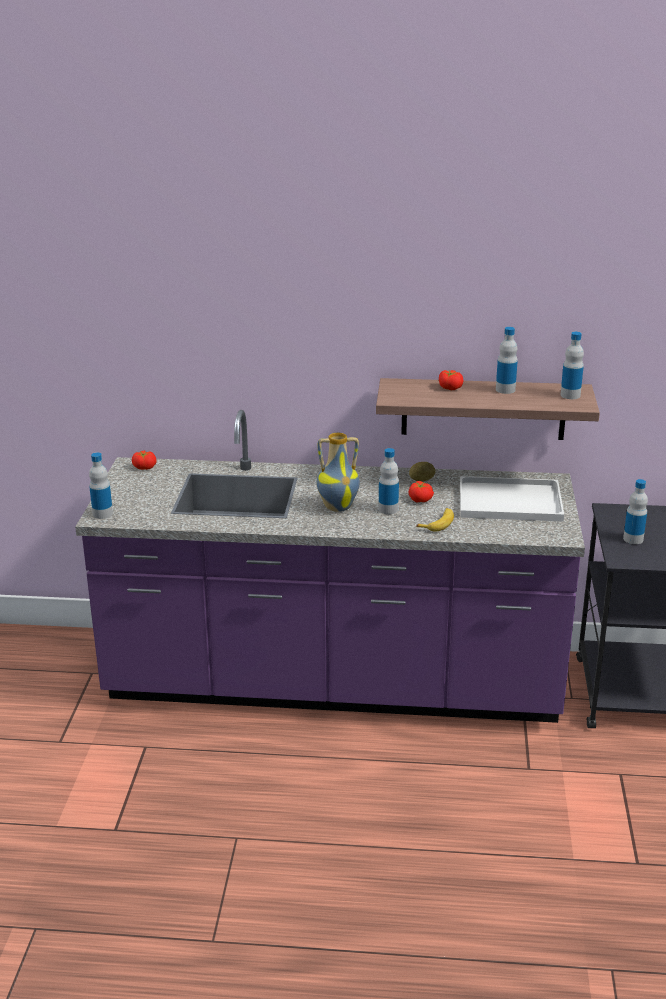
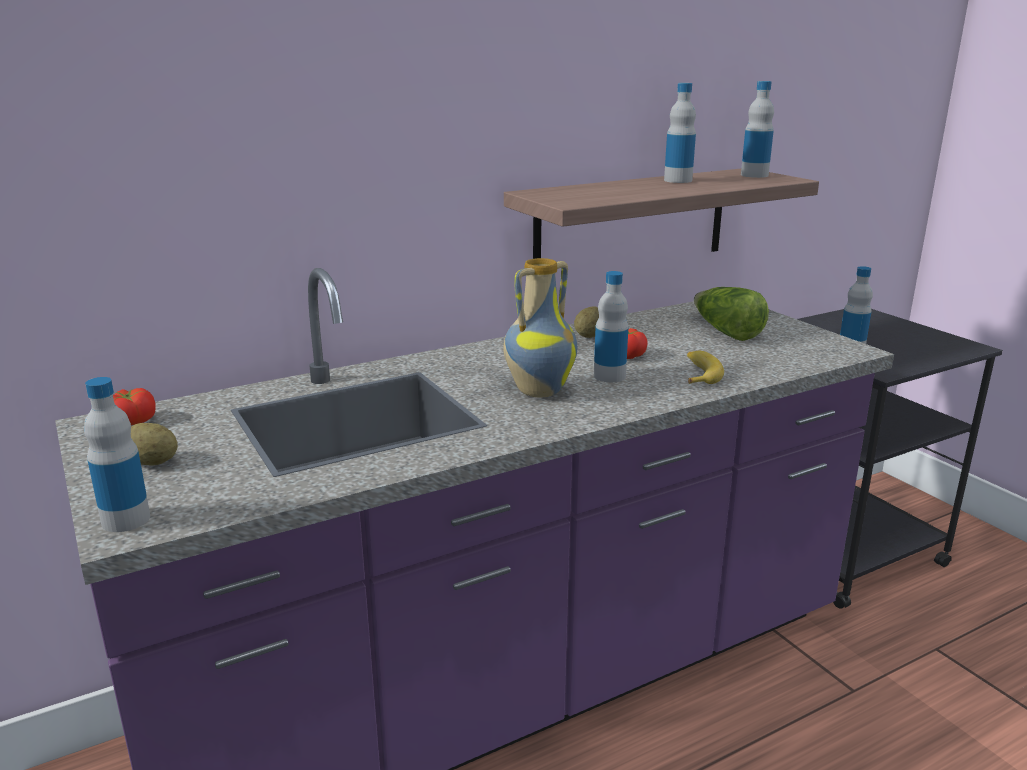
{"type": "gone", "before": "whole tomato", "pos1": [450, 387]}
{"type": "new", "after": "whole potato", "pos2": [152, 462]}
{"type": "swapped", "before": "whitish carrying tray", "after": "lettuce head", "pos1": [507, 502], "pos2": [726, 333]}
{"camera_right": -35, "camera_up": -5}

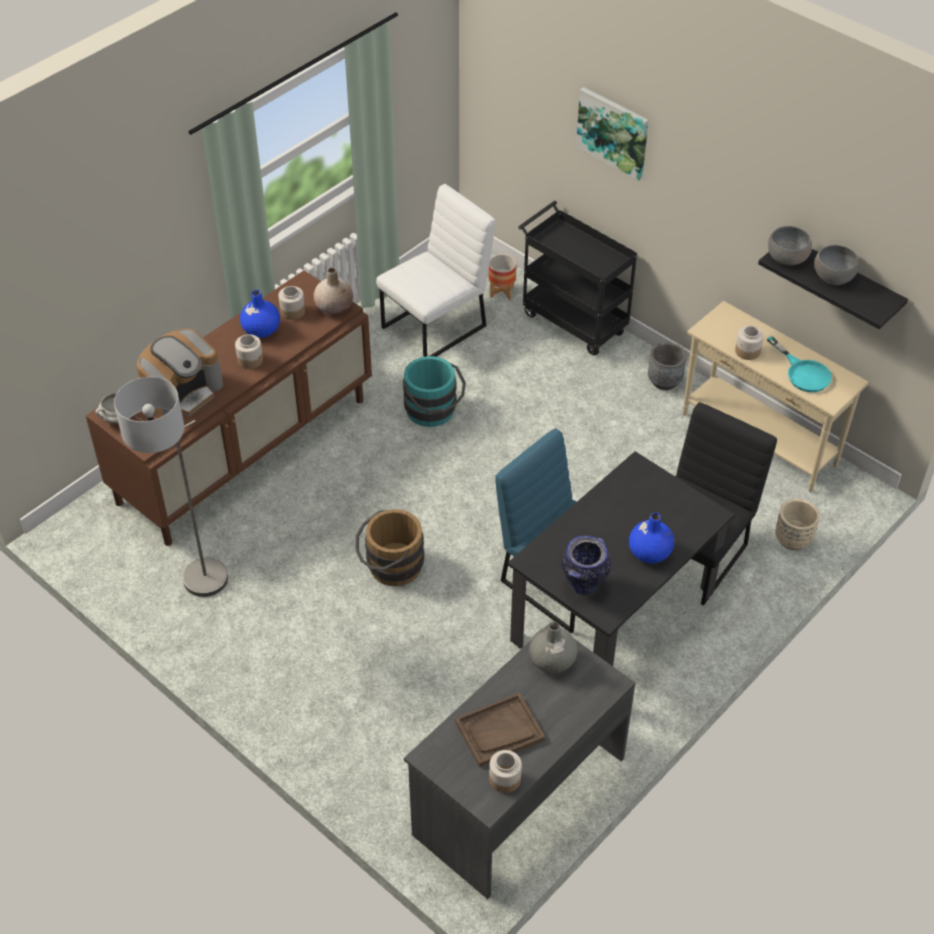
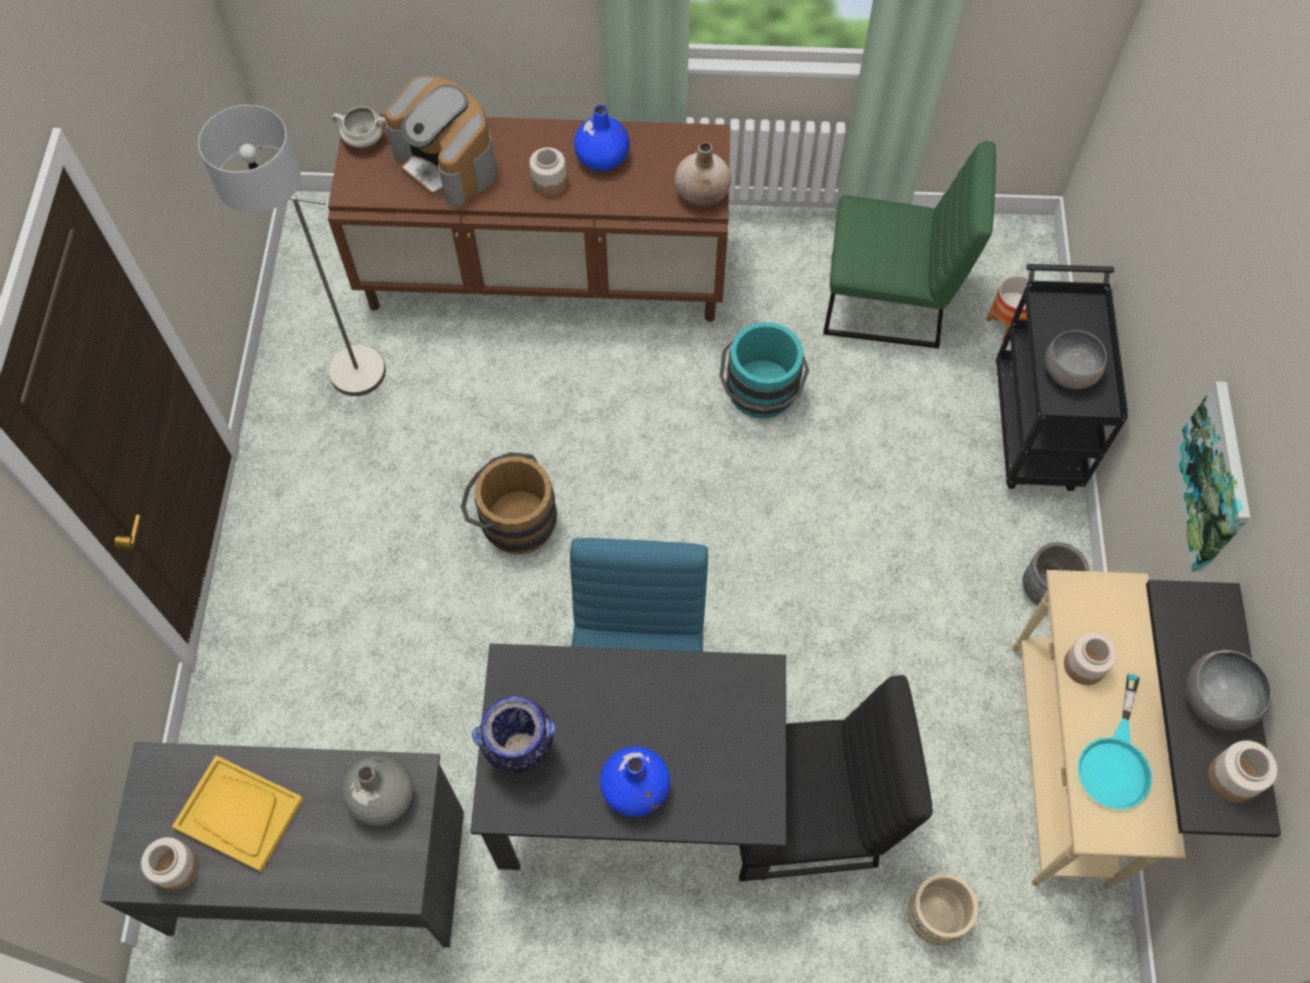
{"type": "shifted", "before": "storage jar", "pos1": [292, 311], "pos2": [1232, 778]}
{"type": "shifted", "before": "wall art", "pos1": [613, 132], "pos2": [1215, 478]}
{"type": "shifted", "before": "greyish serving bowl", "pos1": [787, 258], "pos2": [1069, 372]}
{"type": "repainted", "before": "whitish upright chair", "after": "green-coloured upright chair", "pos1": [437, 325], "pos2": [888, 303]}
{"type": "repainted", "before": "brown-coloured carrying tray", "after": "yellow carrying tray", "pos1": [499, 731], "pos2": [239, 814]}
{"type": "rotated", "before": "coffee brewer", "pos1": [182, 393], "pos2": [448, 163], "turn": 45}
{"camera_right": 50, "camera_up": 15}

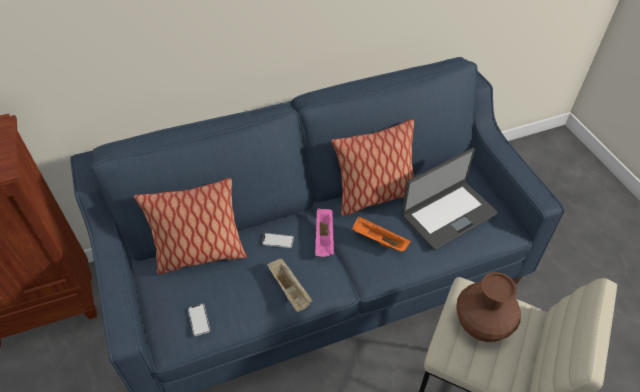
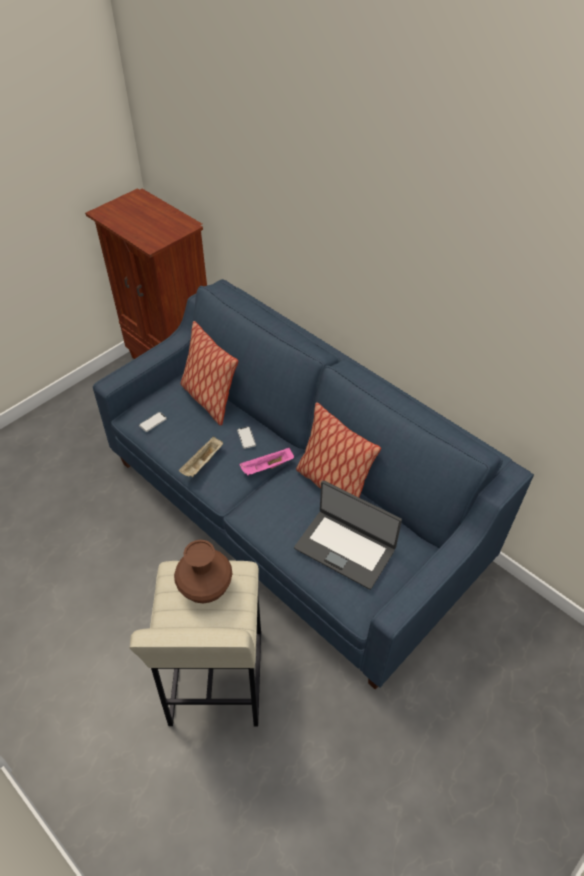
{"type": "gone", "before": "orangey carrying tray", "pos1": [378, 240]}
{"camera_right": 65, "camera_up": 0}

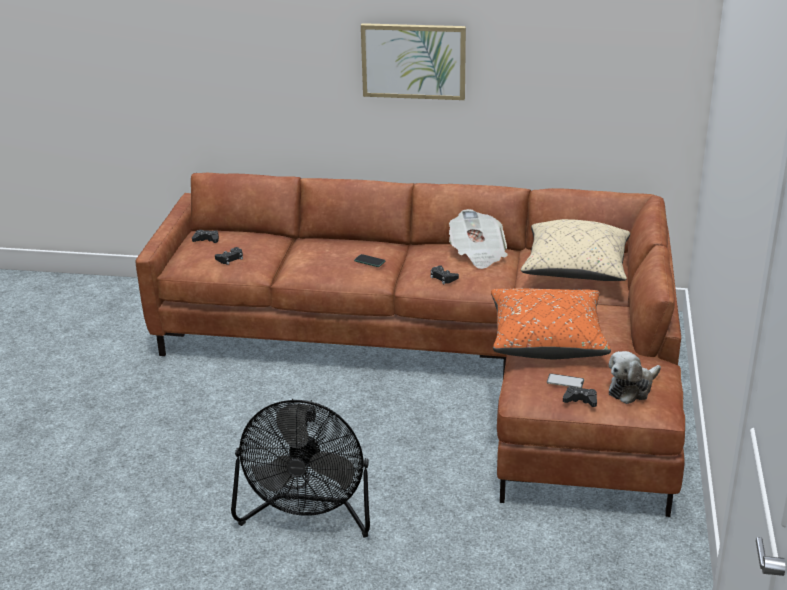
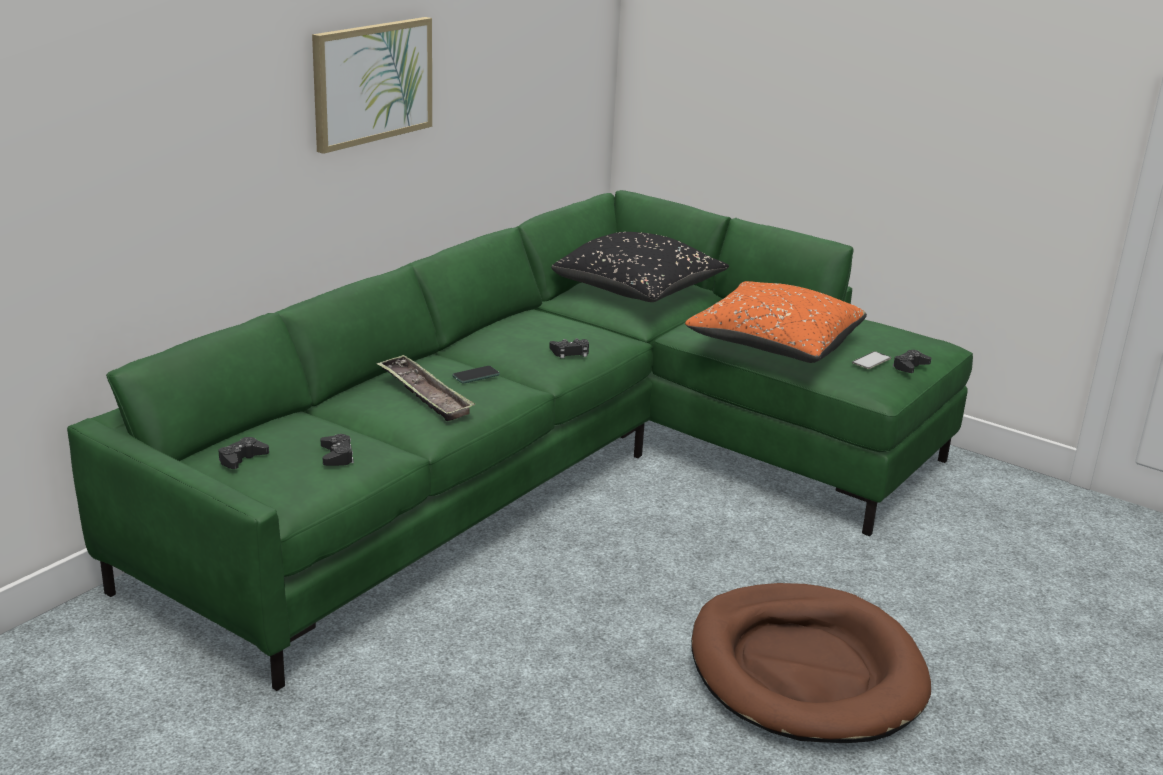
{"type": "gone", "before": "printed paper", "pos1": [477, 254]}
{"type": "gone", "before": "soft toy", "pos1": [632, 388]}
{"type": "new", "after": "carrying tray", "pos2": [424, 394]}
{"type": "swapped", "before": "black cooling fan", "after": "brown-coloured pet bed", "pos1": [304, 512], "pos2": [805, 670]}
{"type": "repainted", "before": "brown-coloured settee", "after": "green-coloured settee", "pos1": [447, 360], "pos2": [557, 475]}
{"type": "repainted", "before": "sand-coloured cushion", "after": "black cushion", "pos1": [575, 269], "pos2": [638, 291]}
{"camera_right": -65, "camera_up": -5}

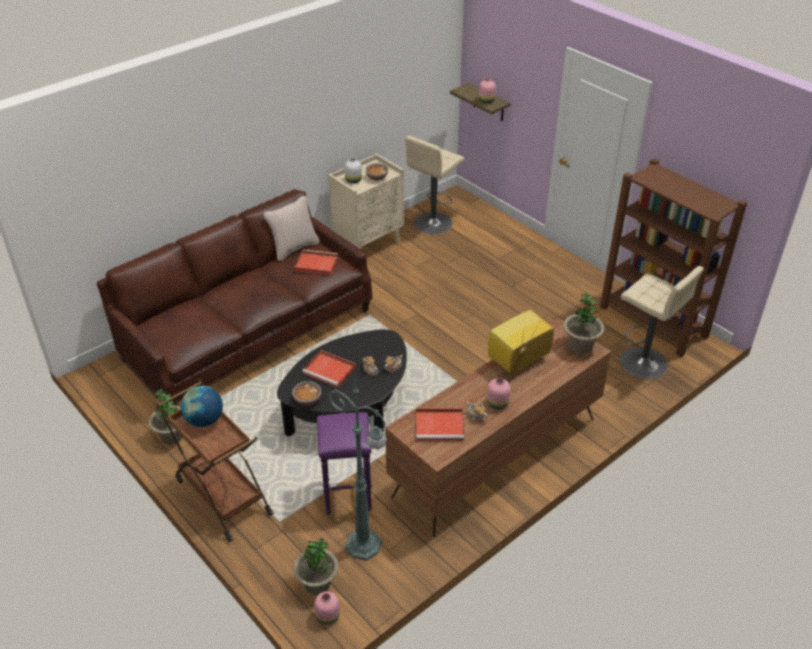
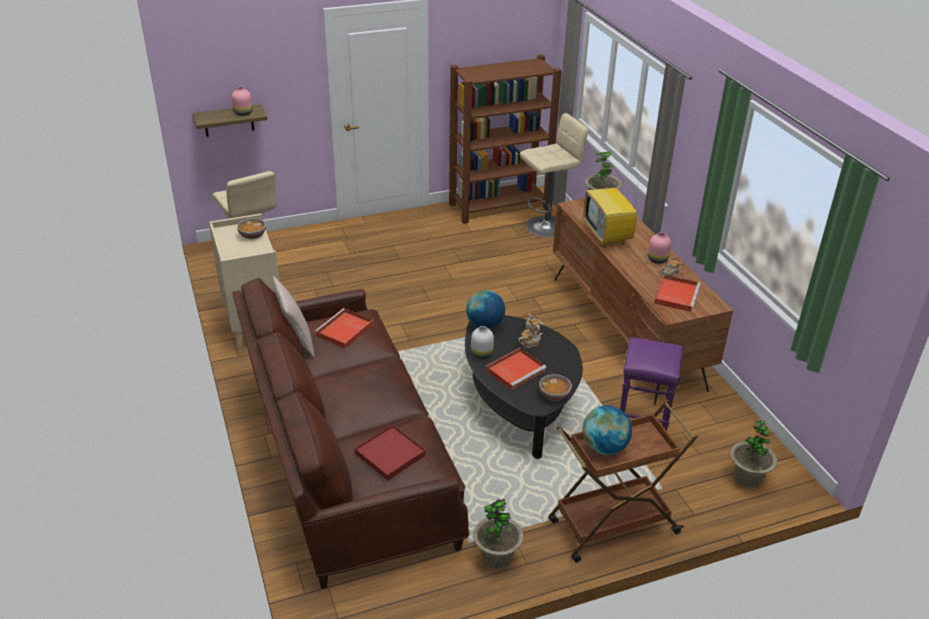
{"type": "gone", "before": "pinkish vase", "pos1": [327, 616]}
{"type": "gone", "before": "green-coloured standard lamp", "pos1": [365, 546]}
{"type": "new", "after": "reddish carrying tray", "pos2": [390, 454]}
{"type": "new", "after": "world globe", "pos2": [485, 325]}
{"type": "shifted", "before": "whitish vase", "pos1": [354, 180], "pos2": [481, 353]}
{"camera_right": -70, "camera_up": -5}

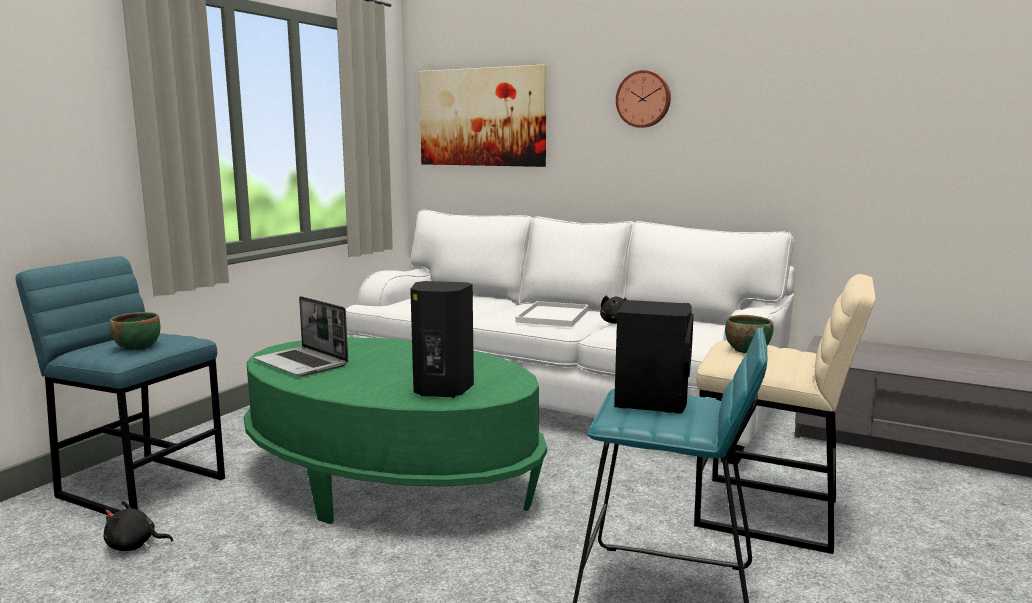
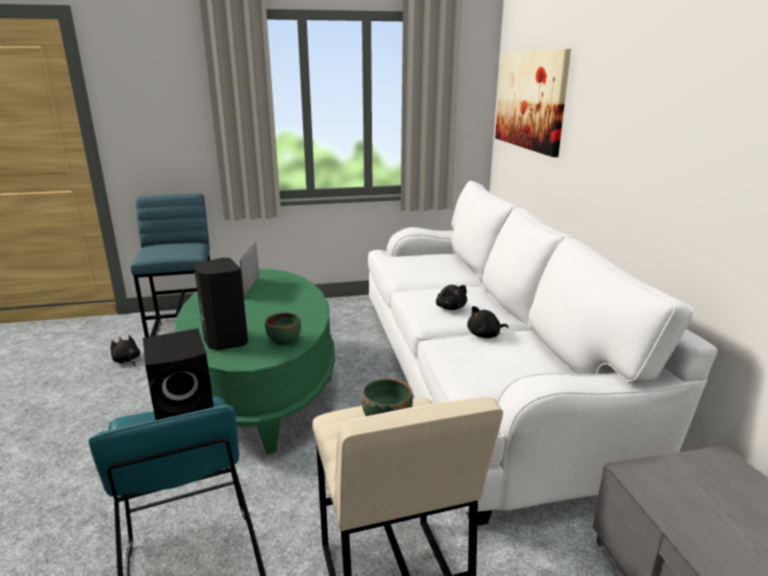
{"type": "gone", "before": "hanging clock", "pos1": [644, 99]}
{"type": "shifted", "before": "green-coloured serving bowl", "pos1": [138, 346], "pos2": [284, 340]}
{"type": "swapped", "before": "whitish carrying tray", "after": "black soft toy", "pos1": [552, 315], "pos2": [450, 307]}
{"camera_right": 50, "camera_up": 10}

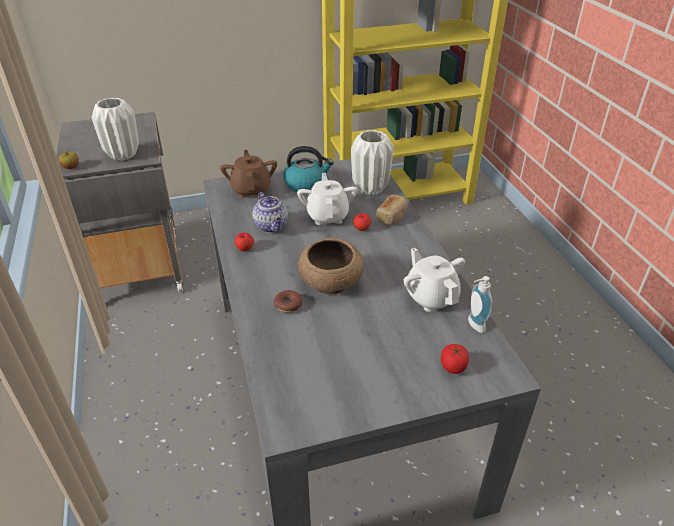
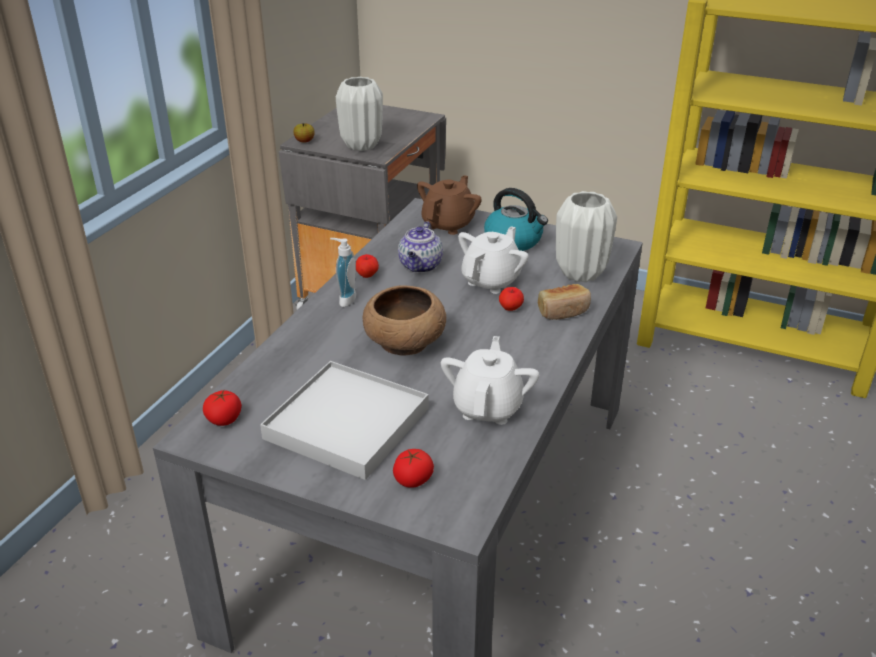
{"type": "gone", "before": "doughnut", "pos1": [288, 305]}
{"type": "new", "after": "whole tomato", "pos2": [224, 419]}
{"type": "new", "after": "whitish carrying tray", "pos2": [347, 424]}
{"type": "shifted", "before": "soap bottle", "pos1": [473, 325], "pos2": [344, 299]}
{"camera_right": 40, "camera_up": -5}

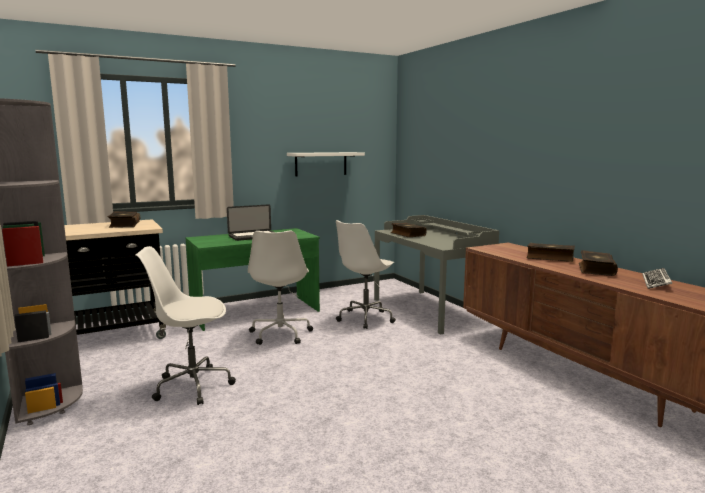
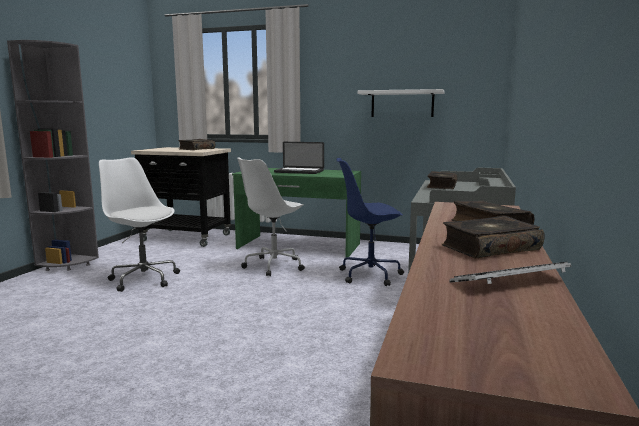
{"type": "repainted", "before": "whitish office chair", "after": "blue office chair", "pos1": [364, 319], "pos2": [368, 275]}
{"camera_right": 45, "camera_up": 0}

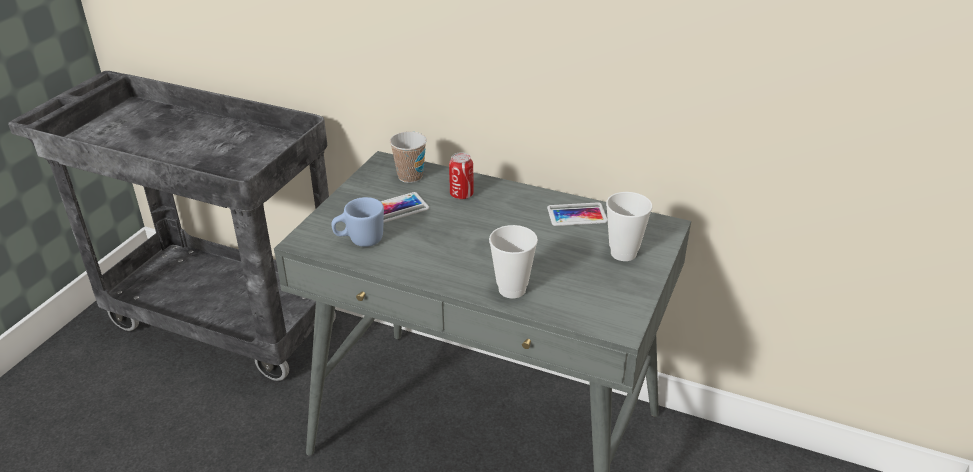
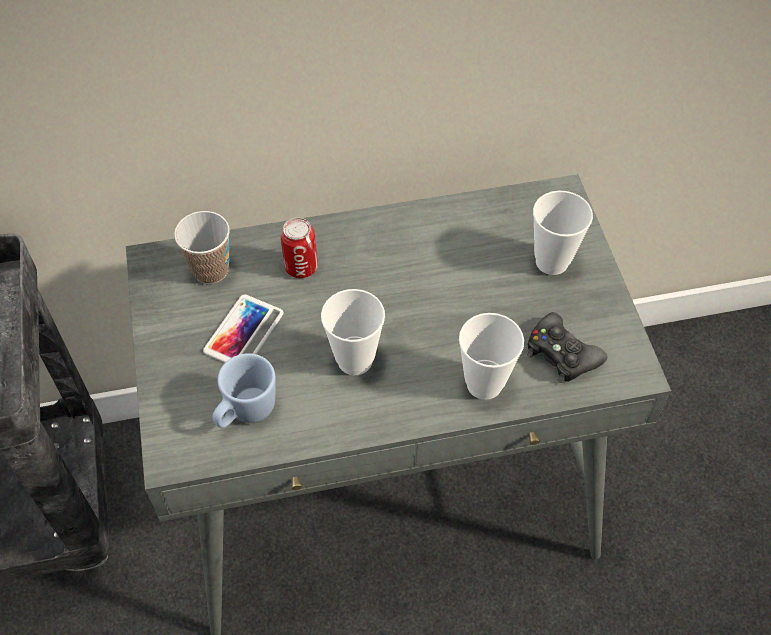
{"type": "gone", "before": "phone", "pos1": [577, 215]}
{"type": "new", "after": "small cup", "pos2": [355, 360]}
{"type": "new", "after": "black game controller", "pos2": [561, 354]}
{"camera_right": -35, "camera_up": 20}

